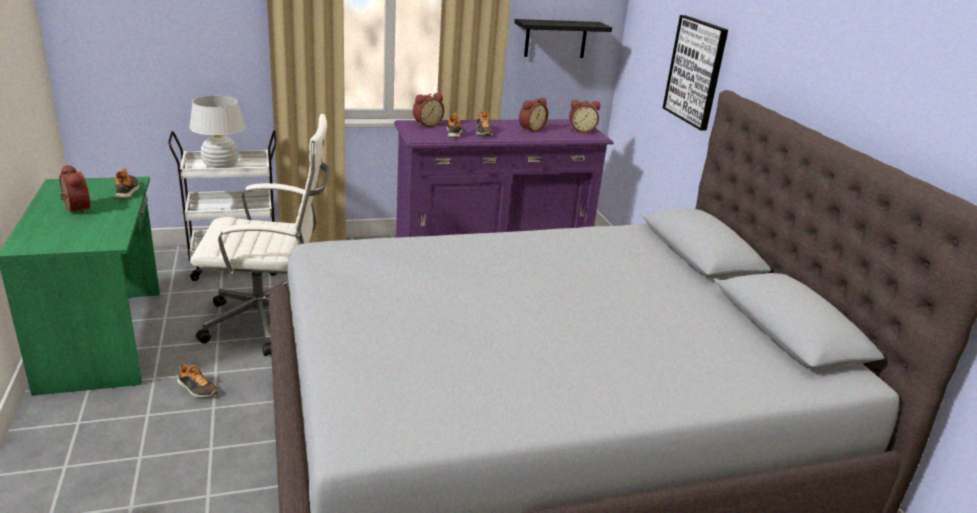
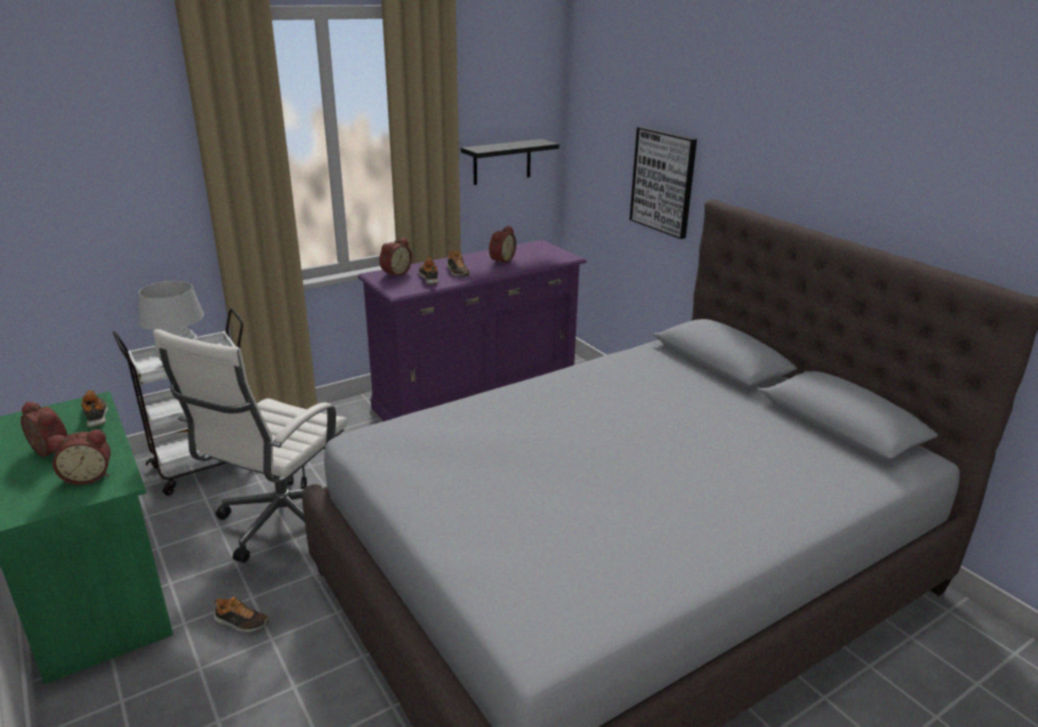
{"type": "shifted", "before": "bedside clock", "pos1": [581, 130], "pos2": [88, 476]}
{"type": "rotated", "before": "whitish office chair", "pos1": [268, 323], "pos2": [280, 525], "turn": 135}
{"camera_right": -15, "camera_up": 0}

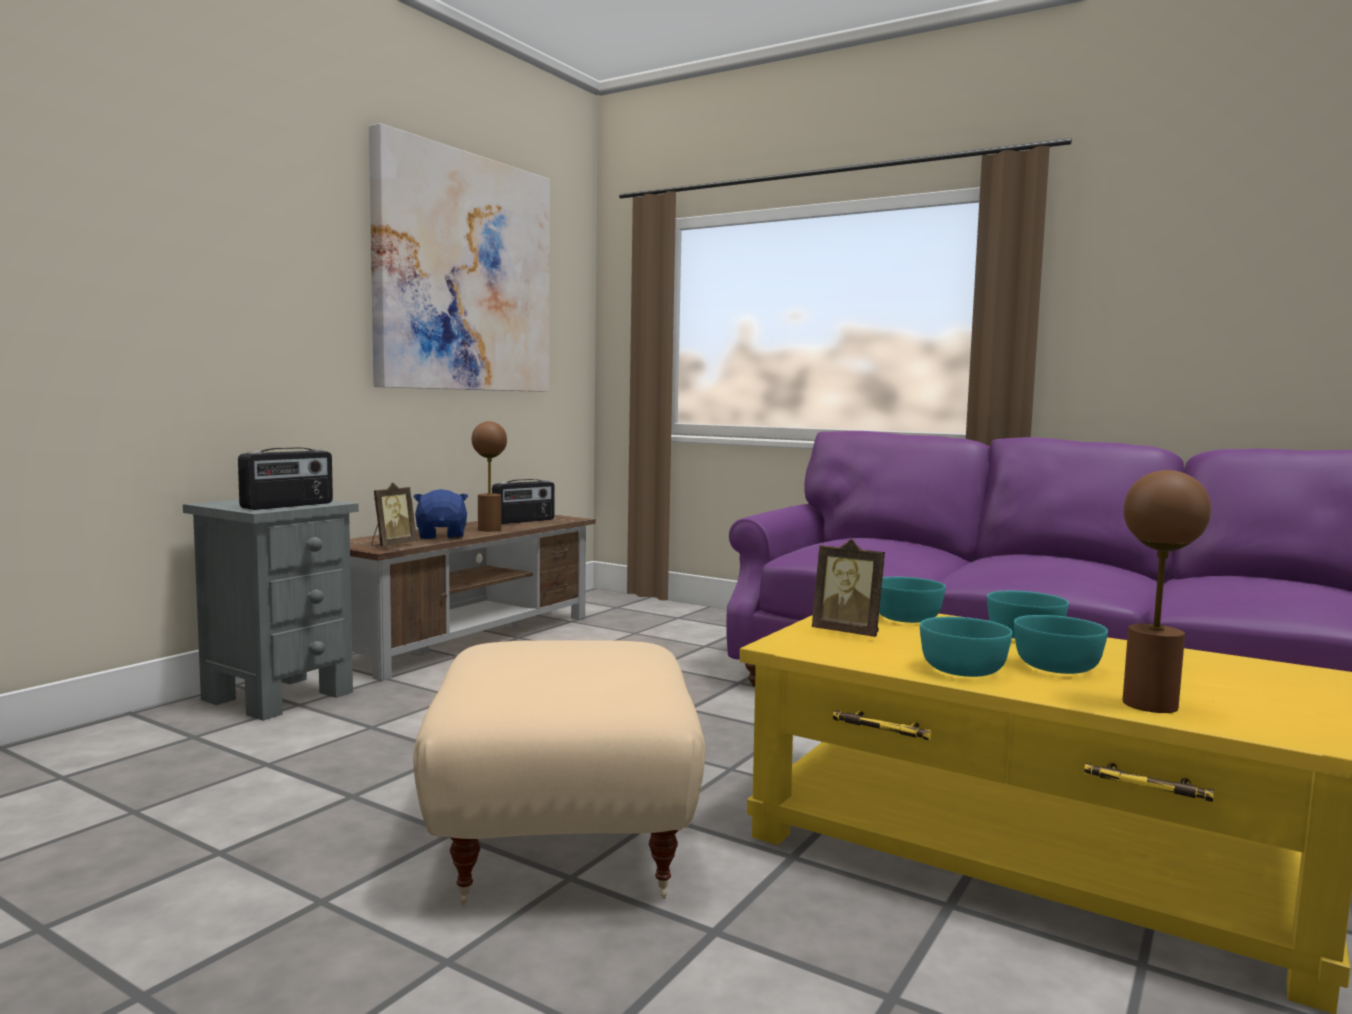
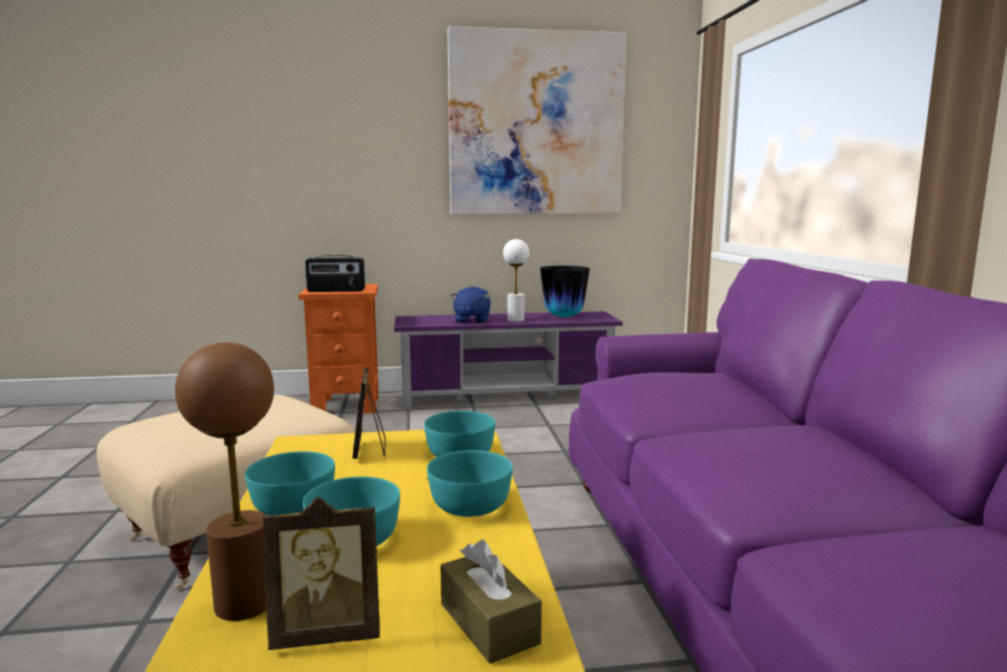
{"type": "new", "after": "brown-coloured tissue box", "pos2": [488, 623]}
{"type": "shifted", "before": "standing frame", "pos1": [392, 545], "pos2": [327, 633]}
{"type": "swapped", "before": "radio receiver", "after": "vase", "pos1": [524, 521], "pos2": [564, 317]}
{"type": "repainted", "before": "greyish night table", "after": "orangey night table", "pos1": [281, 696], "pos2": [347, 405]}
{"type": "repainted", "before": "brown-coloured tv stand", "after": "purplish tv stand", "pos1": [471, 639], "pos2": [506, 398]}
{"type": "repainted", "before": "brown-coloured table lamp", "after": "whitish table lamp", "pos1": [490, 529], "pos2": [516, 320]}
{"type": "rotated", "before": "blue soft toy", "pos1": [442, 536], "pos2": [471, 320], "turn": 150}
{"camera_right": 50, "camera_up": 5}

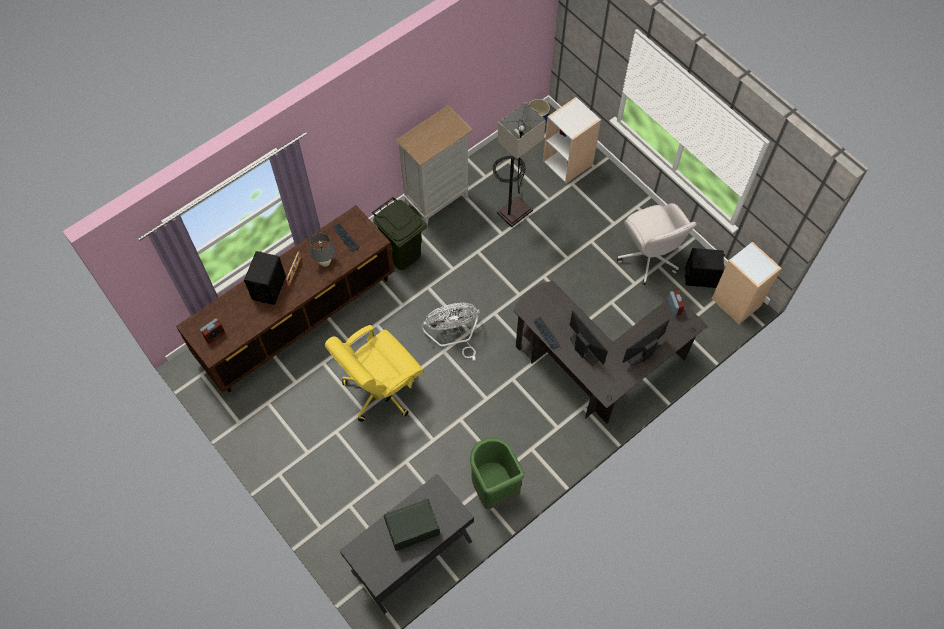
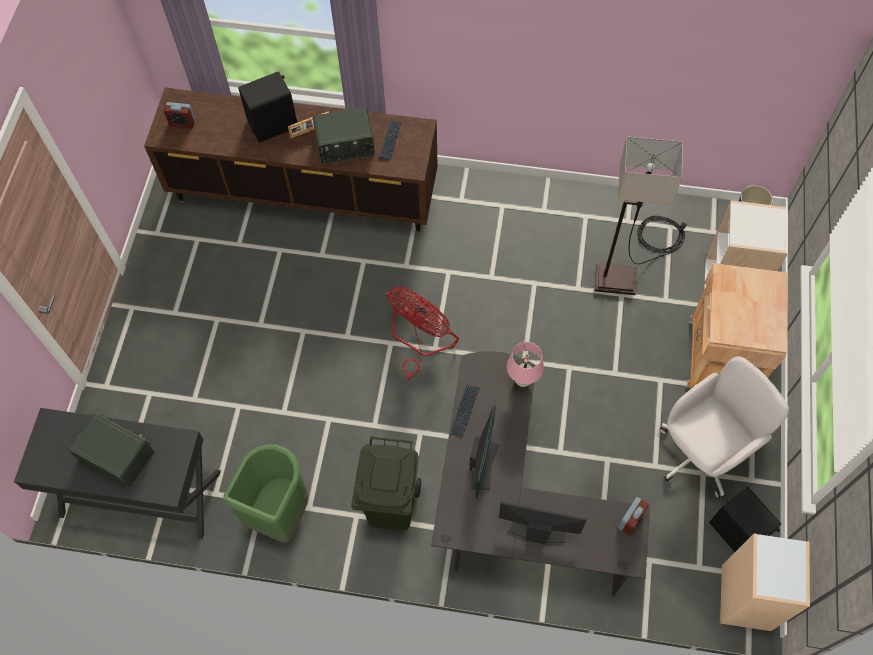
{"type": "gone", "before": "yellow office chair", "pos1": [381, 389]}
{"type": "gone", "before": "whitish drawer chest", "pos1": [438, 201]}
{"type": "new", "after": "pinkish table lamp", "pos2": [522, 380]}
{"type": "new", "after": "brown-coloured wheeled cart", "pos2": [720, 360]}
{"type": "shifted", "before": "green-coloured rubbish bin", "pos1": [402, 254], "pos2": [390, 506]}
{"type": "swapped", "before": "greyish table lamp", "after": "radio receiver", "pos1": [325, 262], "pos2": [345, 146]}
{"type": "repainted", "before": "whitish cooling fan", "after": "reddish cooling fan", "pos1": [455, 336], "pos2": [417, 340]}
{"type": "rotated", "before": "whitish office chair", "pos1": [647, 258], "pos2": [700, 455], "turn": -150}
{"camera_right": 50, "camera_up": 0}

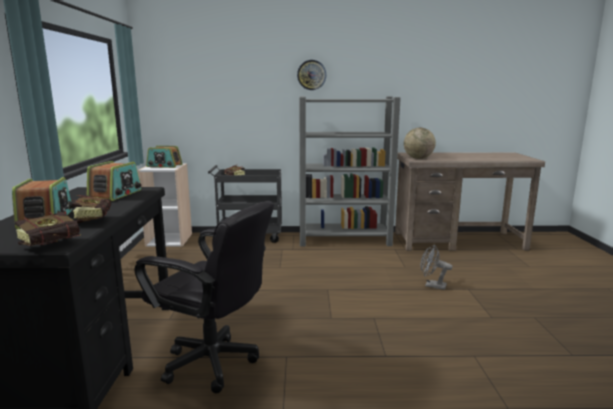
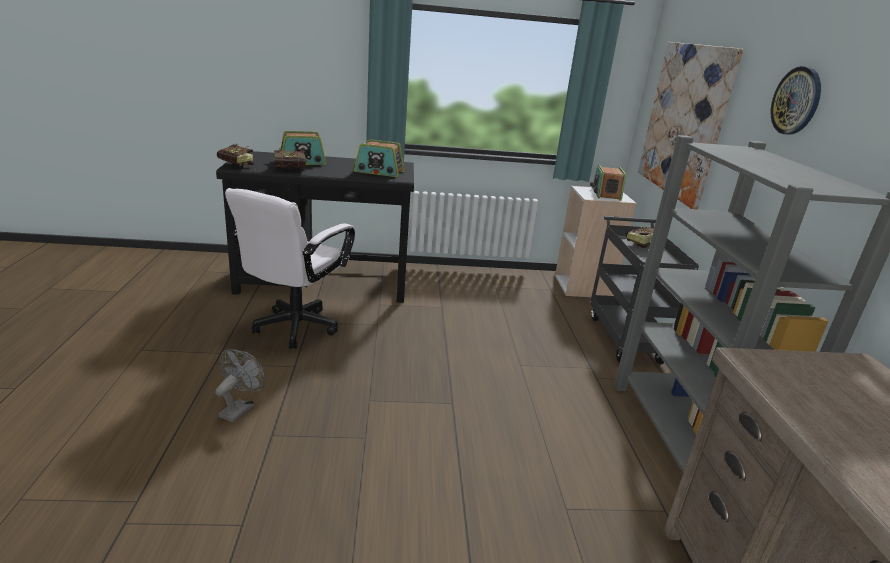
{"type": "gone", "before": "world globe", "pos1": [418, 158]}
{"type": "new", "after": "wall art", "pos2": [685, 121]}
{"type": "shifted", "before": "greyish cooling fan", "pos1": [432, 285], "pos2": [240, 408]}
{"type": "repainted", "before": "black office chair", "after": "whitish office chair", "pos1": [216, 364], "pos2": [294, 330]}
{"camera_right": 85, "camera_up": 10}

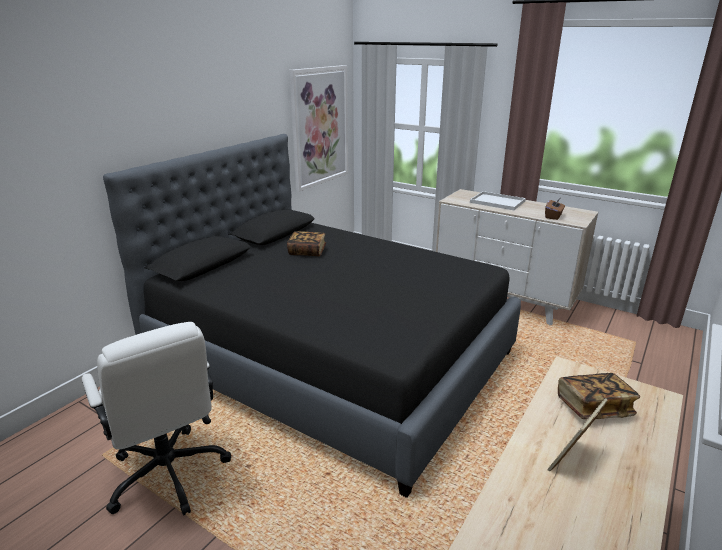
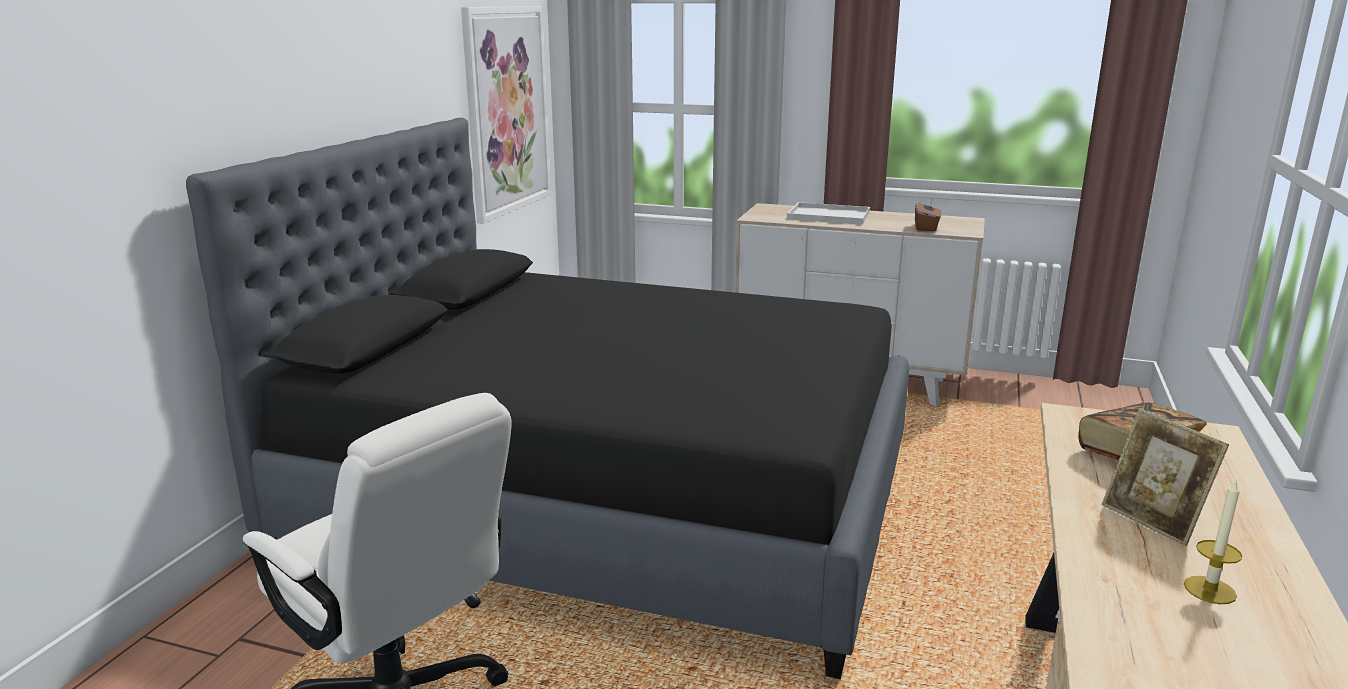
{"type": "gone", "before": "bound book", "pos1": [307, 251]}
{"type": "new", "after": "candle", "pos2": [1209, 590]}
{"type": "rotated", "before": "standing frame", "pos1": [571, 460], "pos2": [1152, 521], "turn": -60}
{"camera_right": -15, "camera_up": -5}

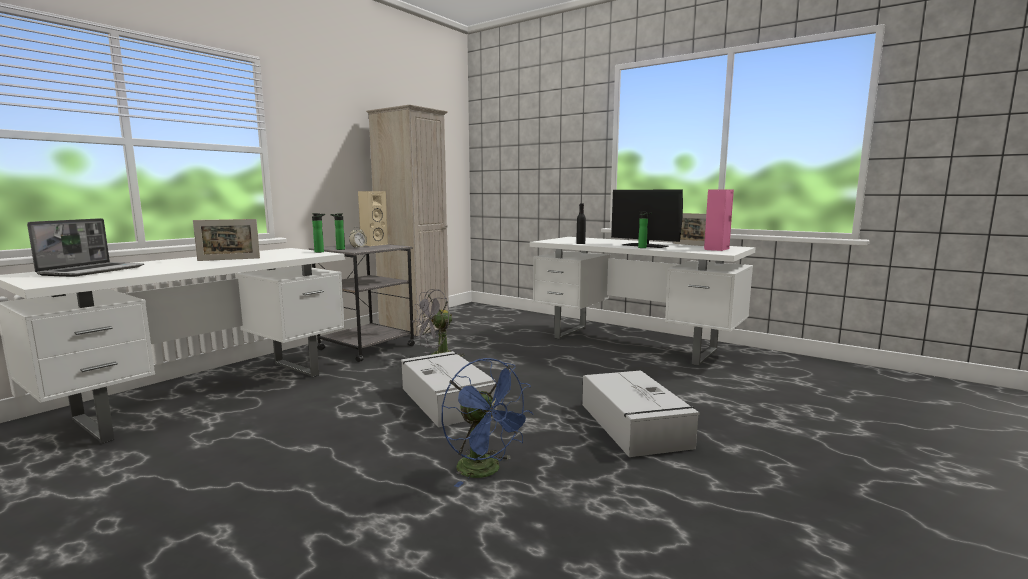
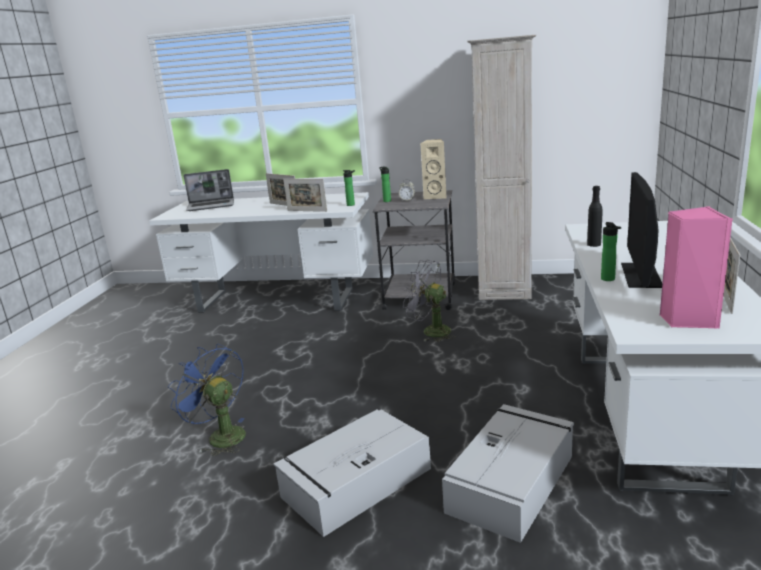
{"type": "new", "after": "standing frame", "pos2": [307, 211]}
{"type": "shifted", "before": "greyish storage box", "pos1": [446, 399], "pos2": [512, 482]}
{"type": "rotated", "before": "blue cooling fan", "pos1": [486, 471], "pos2": [220, 436], "turn": 105}
{"camera_right": 65, "camera_up": 10}

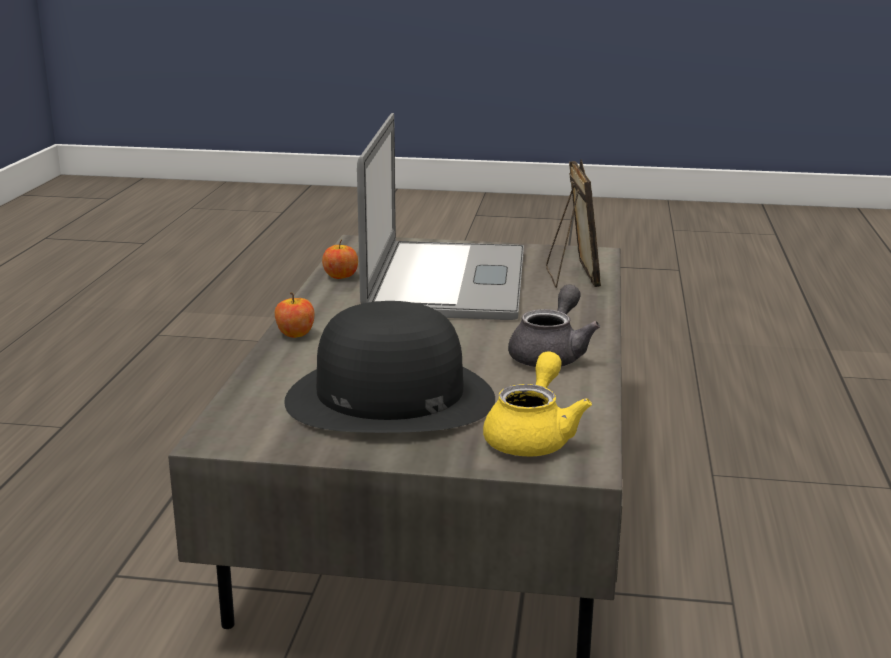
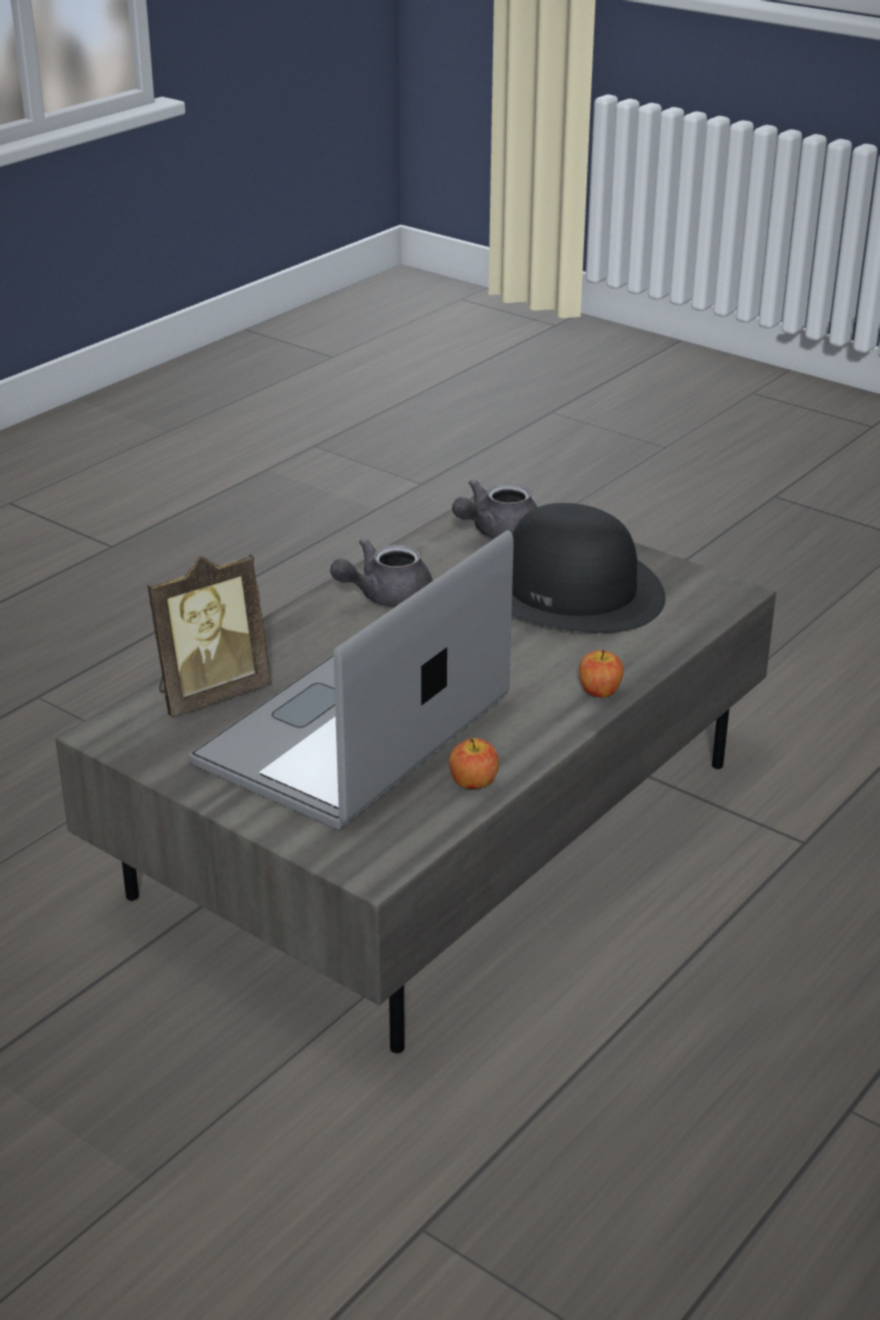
{"type": "repainted", "before": "yellow teapot", "after": "greyish teapot", "pos1": [533, 436], "pos2": [497, 532]}
{"type": "rotated", "before": "standing frame", "pos1": [571, 278], "pos2": [209, 693], "turn": -150}
{"camera_right": -150, "camera_up": 10}

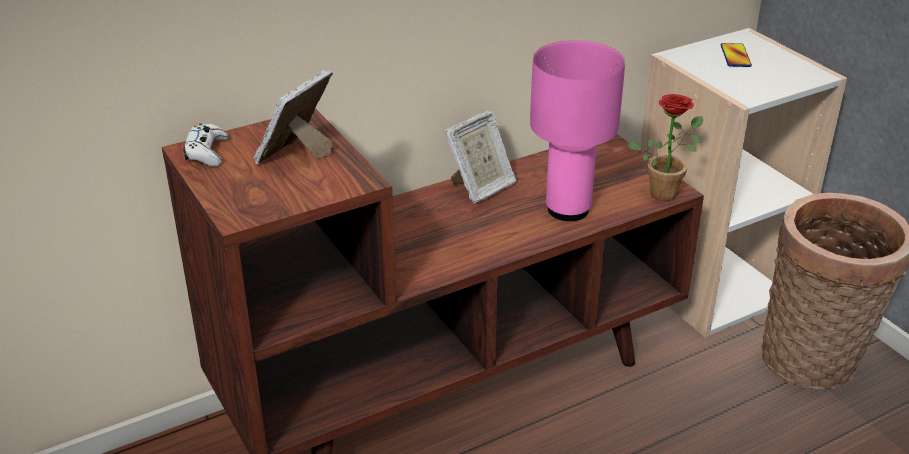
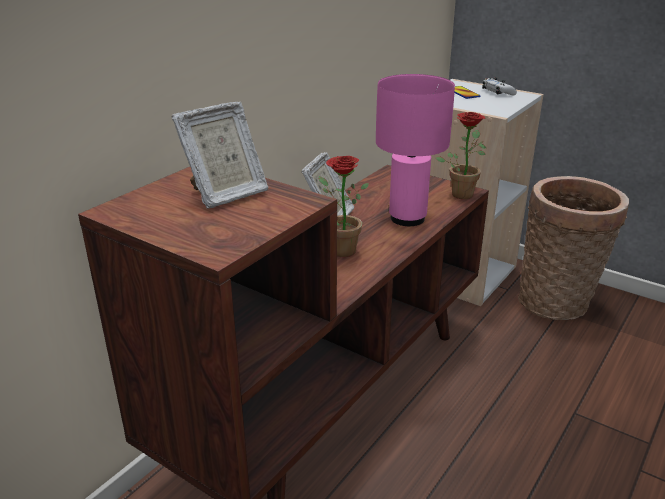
{"type": "new", "after": "potted plant", "pos2": [338, 249]}
{"type": "shifted", "before": "whitish game controller", "pos1": [207, 152], "pos2": [497, 92]}
{"type": "rotated", "before": "standing frame", "pos1": [296, 155], "pos2": [225, 194], "turn": -135}
{"camera_right": -25, "camera_up": -5}

